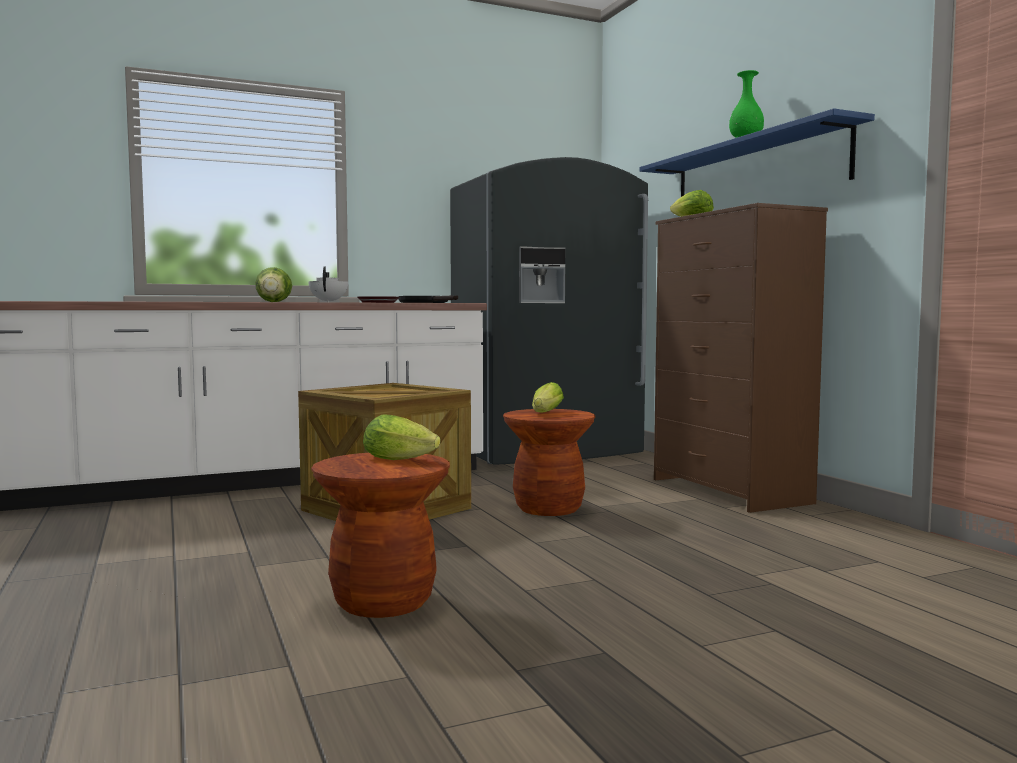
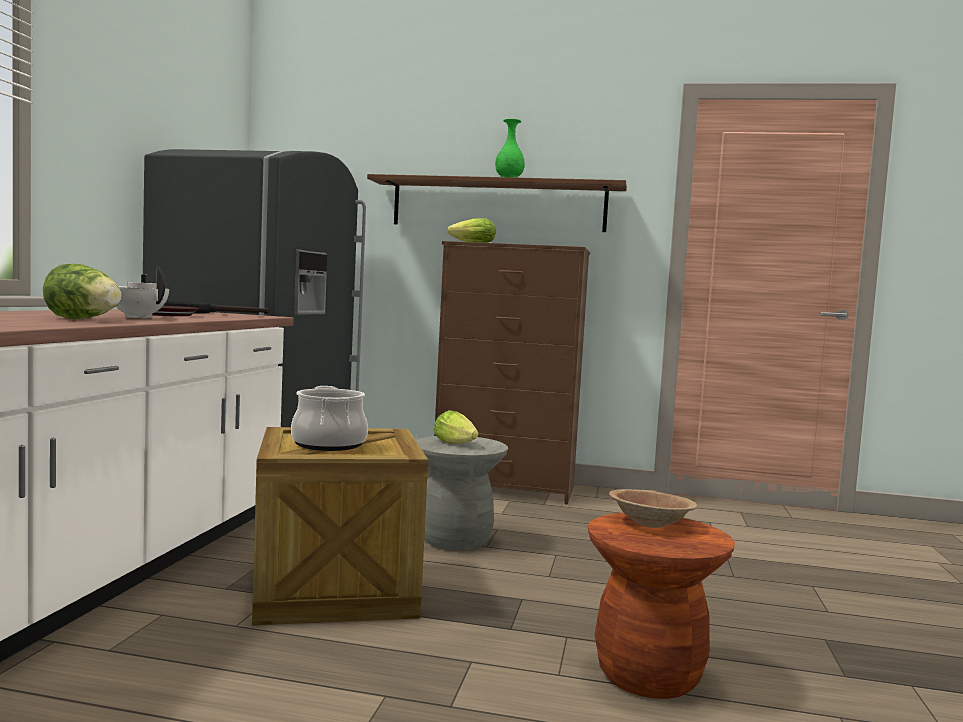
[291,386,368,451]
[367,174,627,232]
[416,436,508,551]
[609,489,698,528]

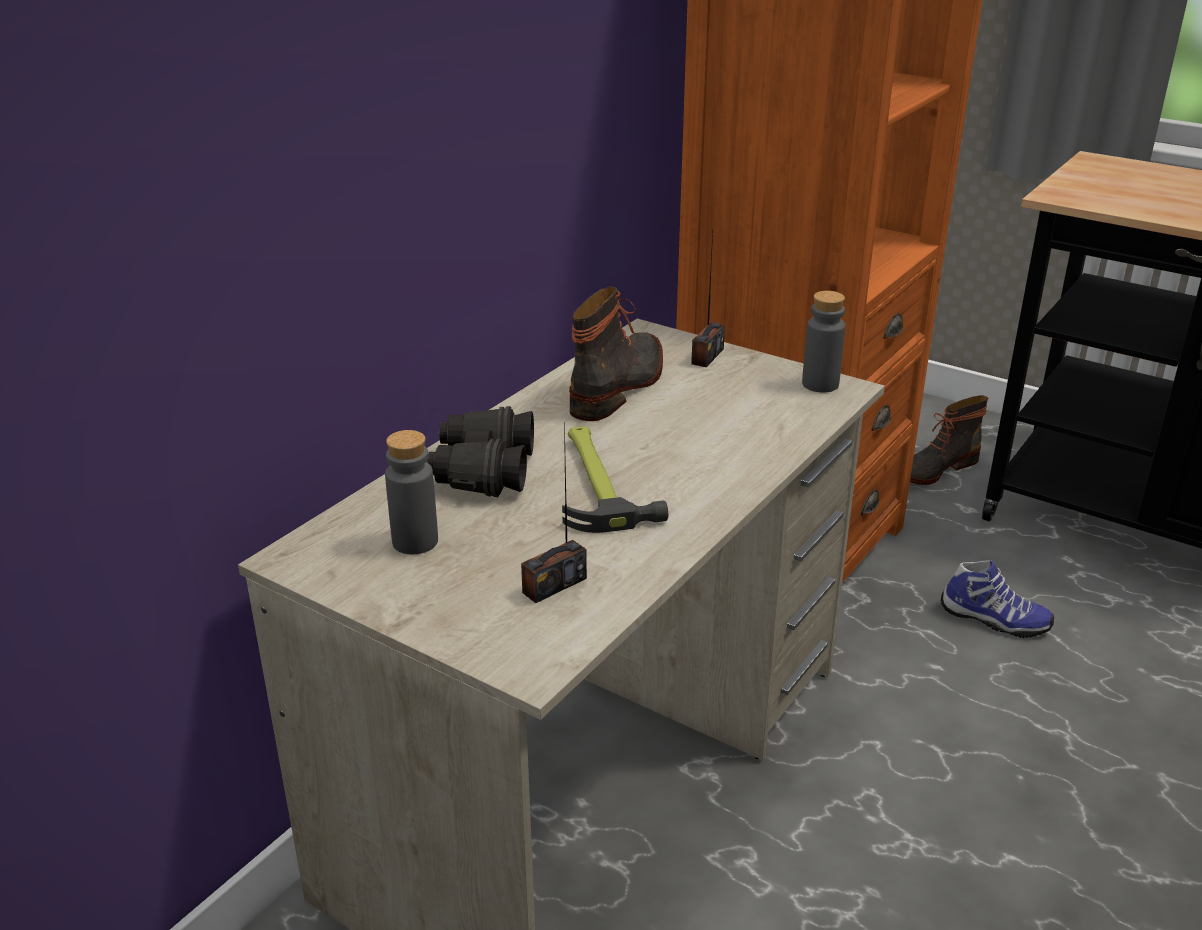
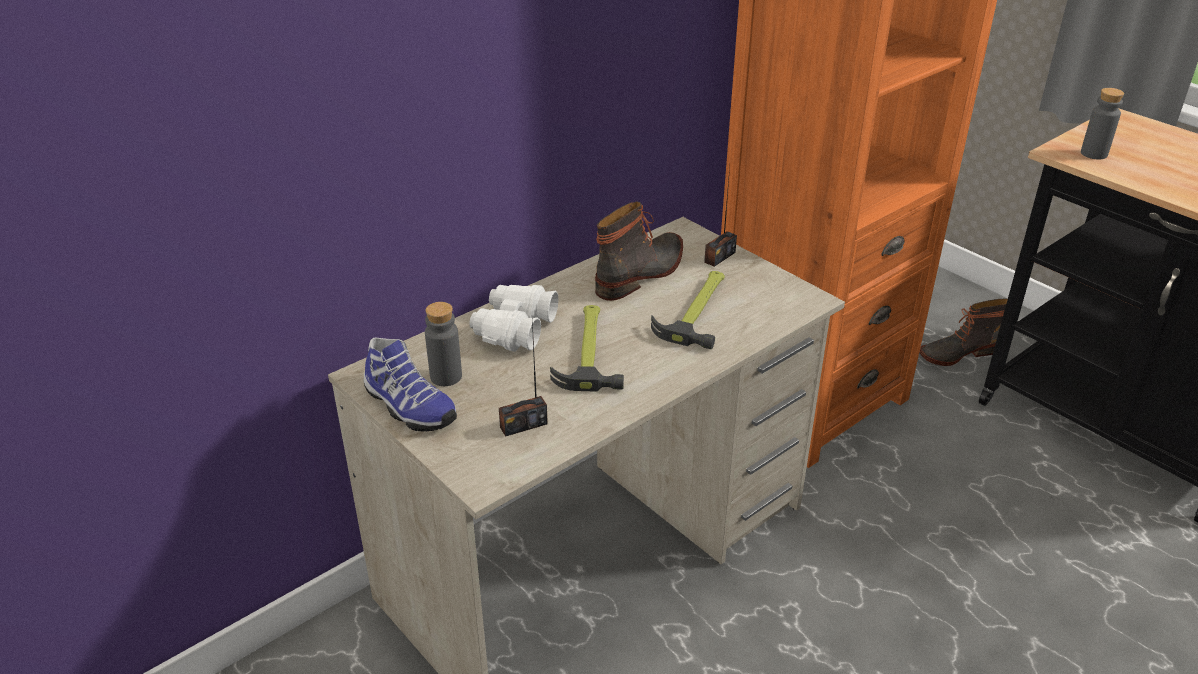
[364,337,457,432]
[469,285,558,352]
[651,271,725,349]
[1081,88,1124,159]

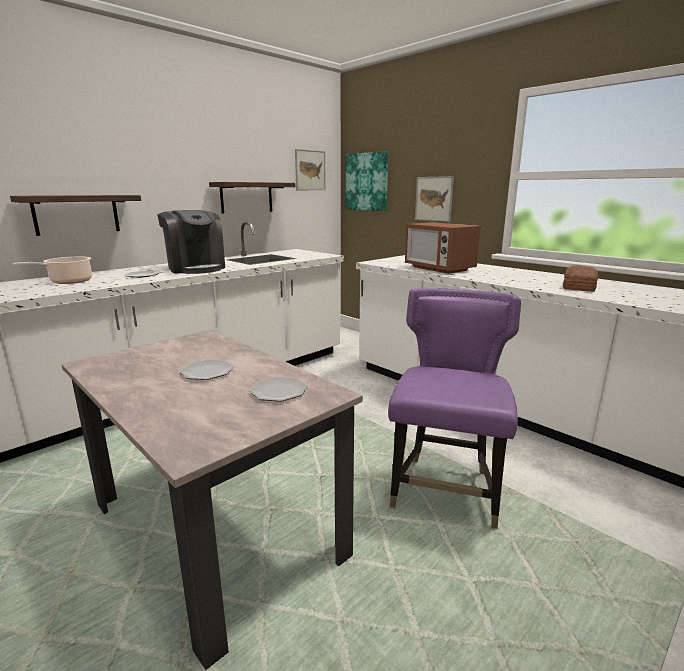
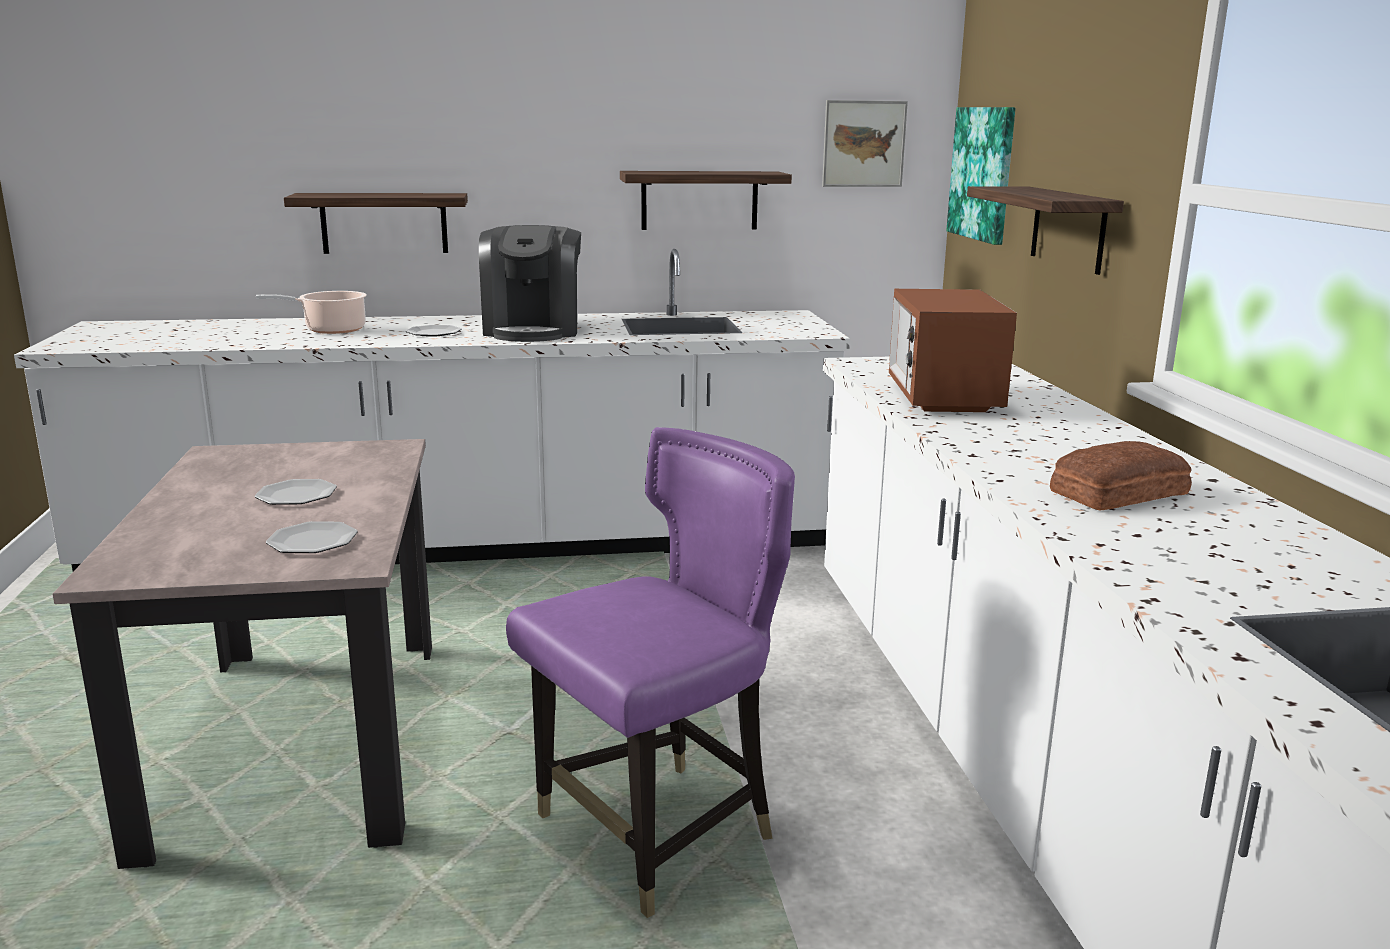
[967,186,1124,275]

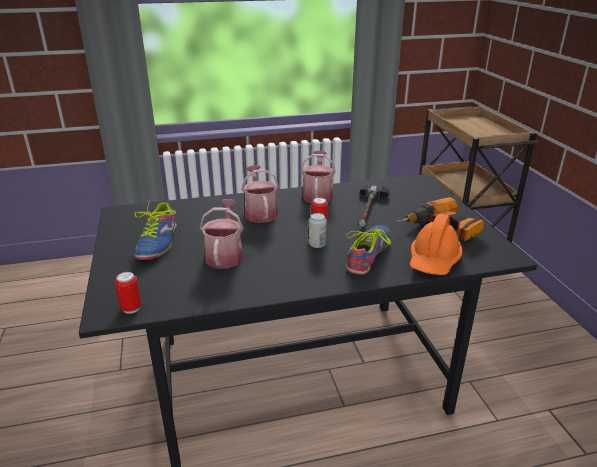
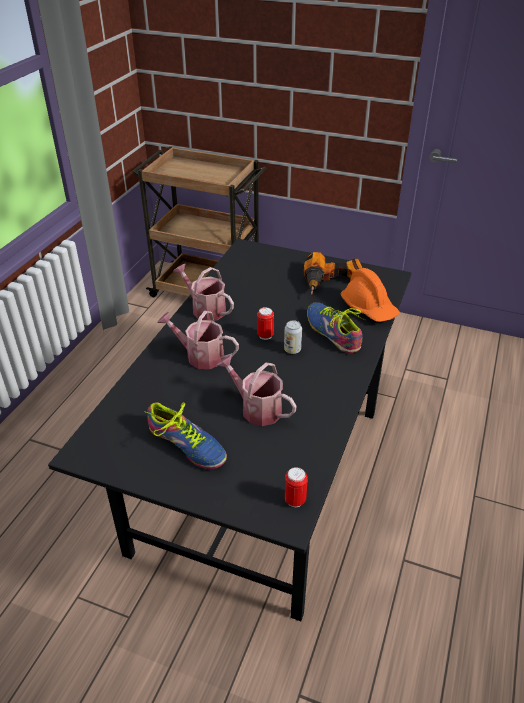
[359,185,390,227] (first image)

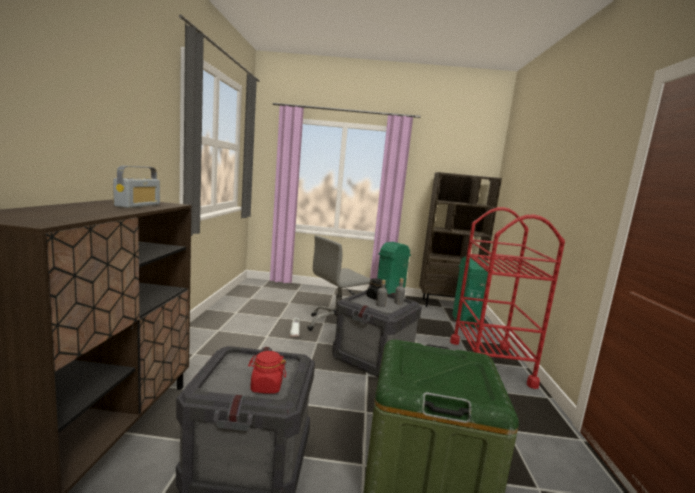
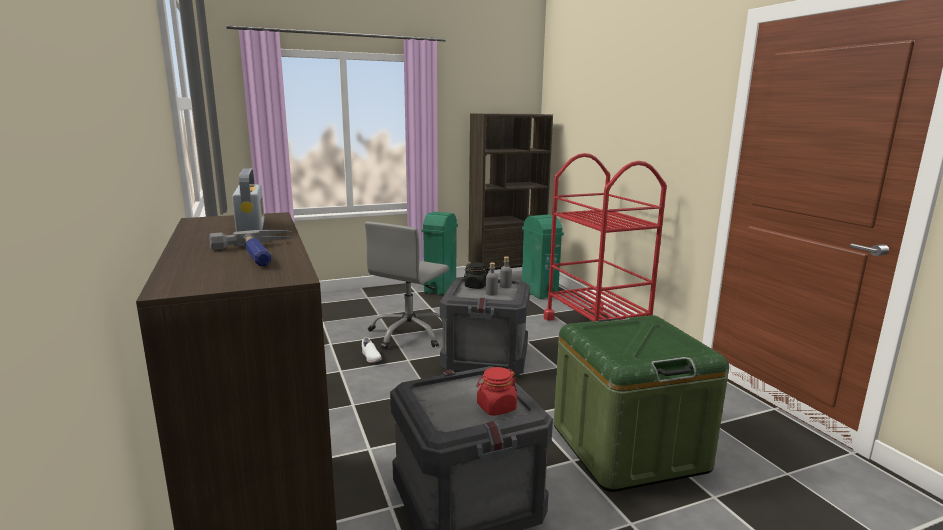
[209,230,293,266]

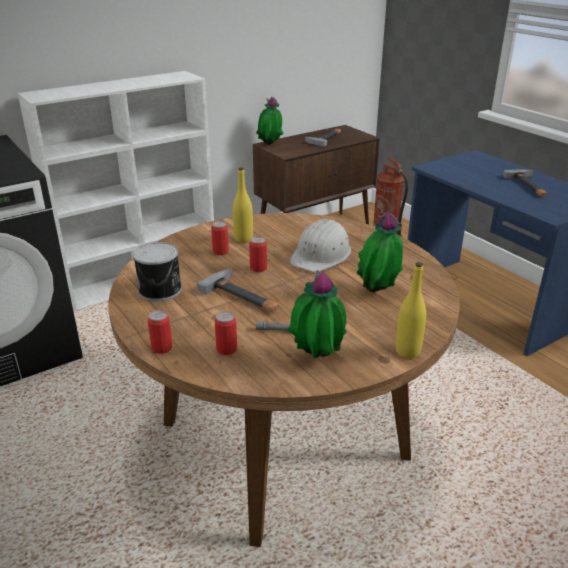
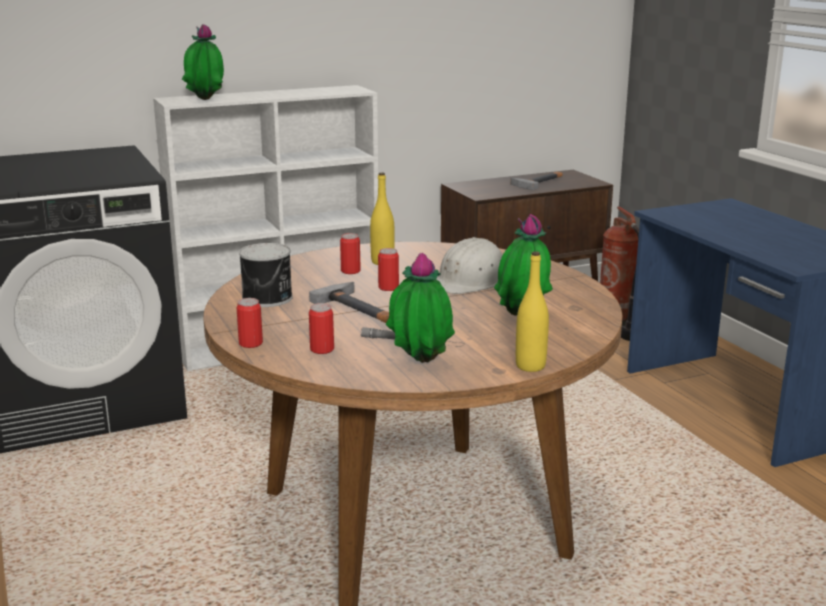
[182,24,224,100]
[503,169,547,197] (first image)

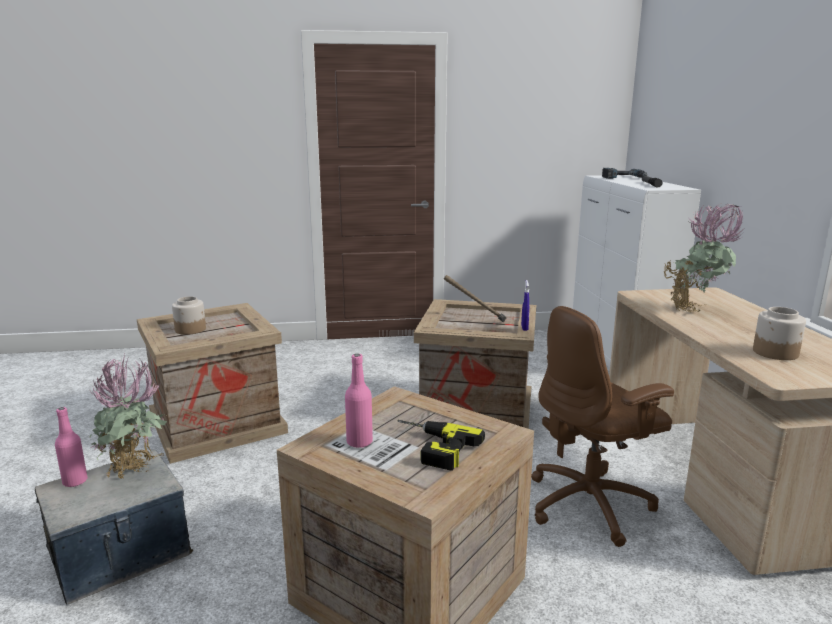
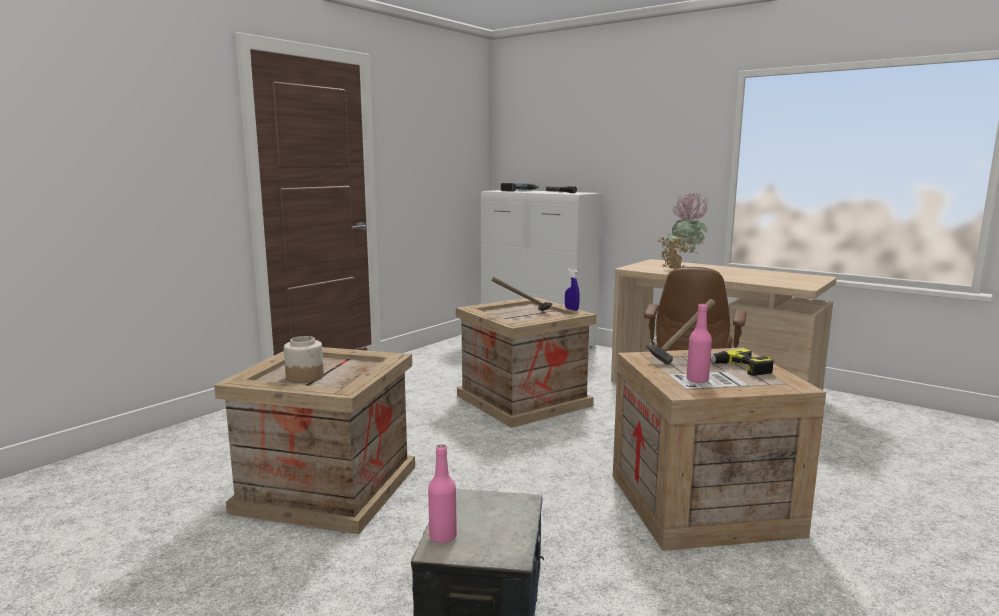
[646,299,716,365]
[90,354,167,479] (first image)
[753,307,806,360] (first image)

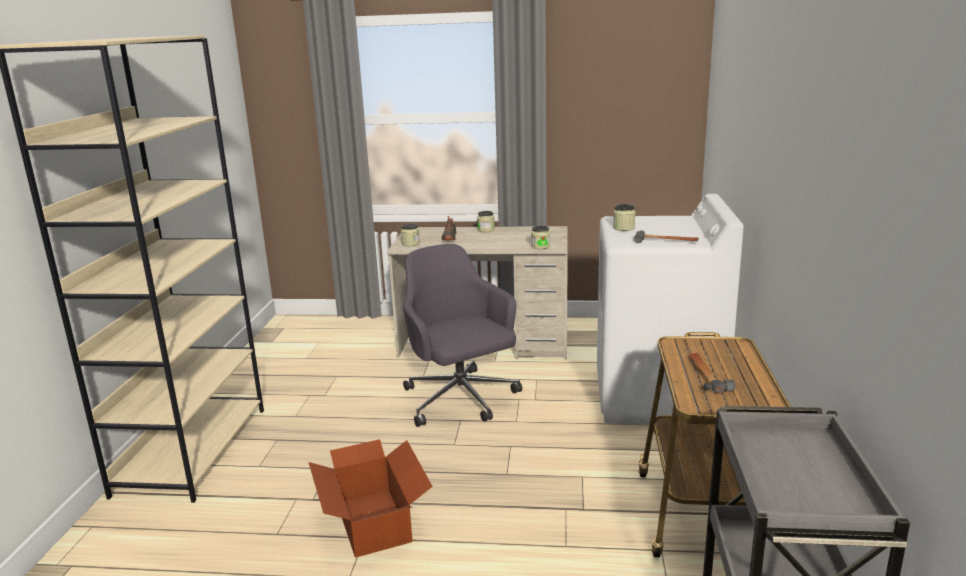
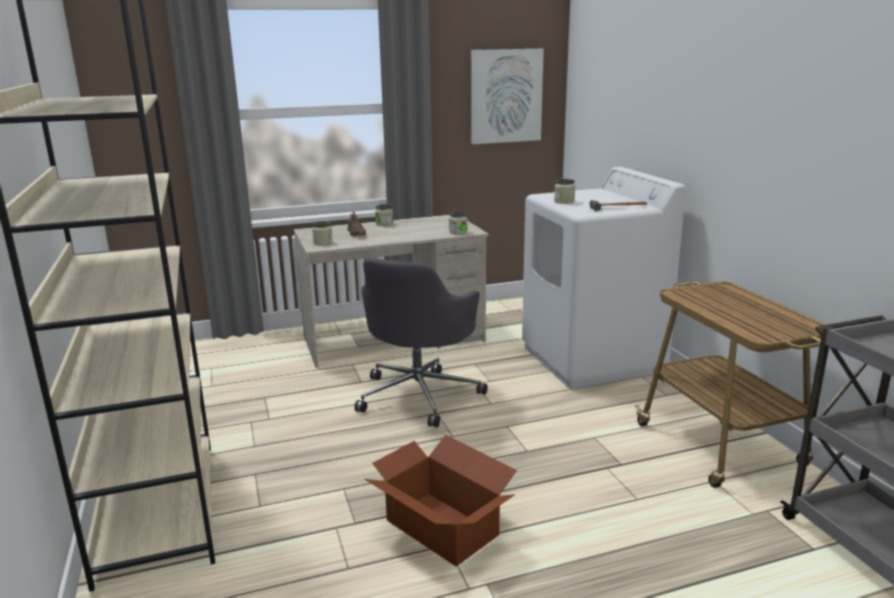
[355,258,488,427]
[471,49,544,144]
[689,353,735,393] (first image)

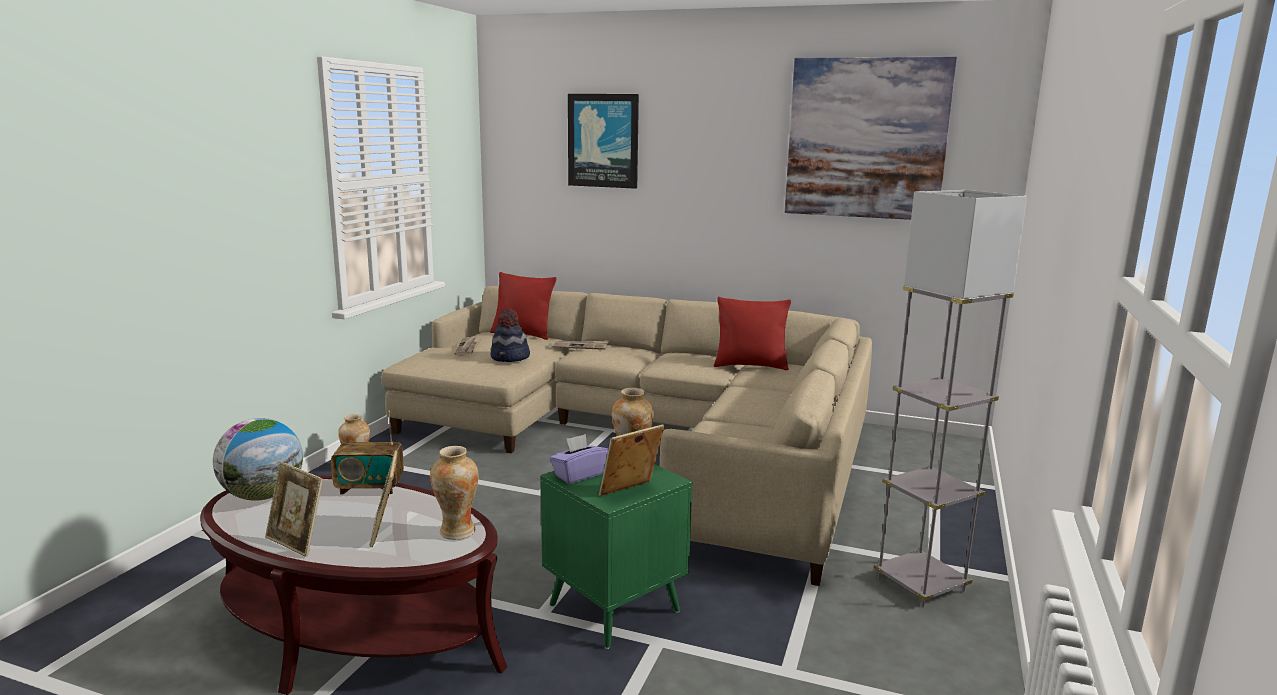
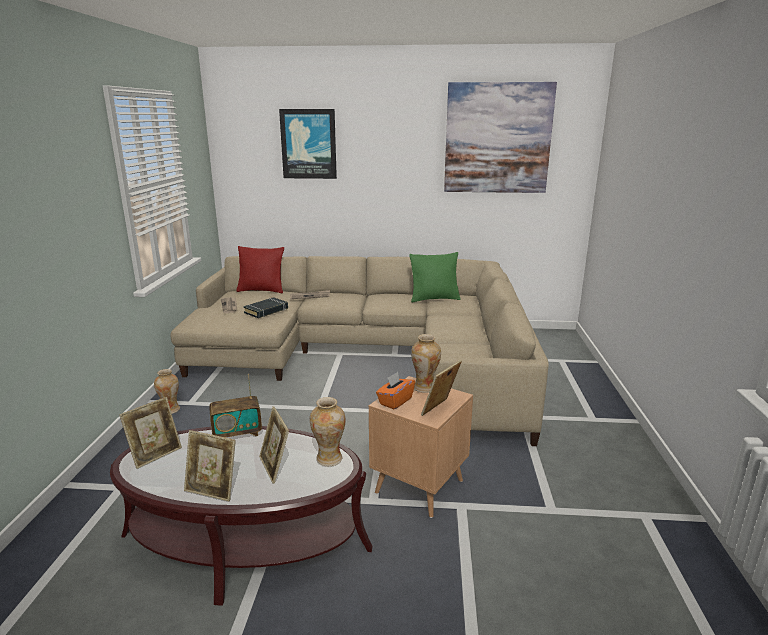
[120,397,182,469]
[243,297,288,318]
[369,376,473,518]
[376,372,415,409]
[409,252,461,302]
[874,190,1027,608] (first image)

